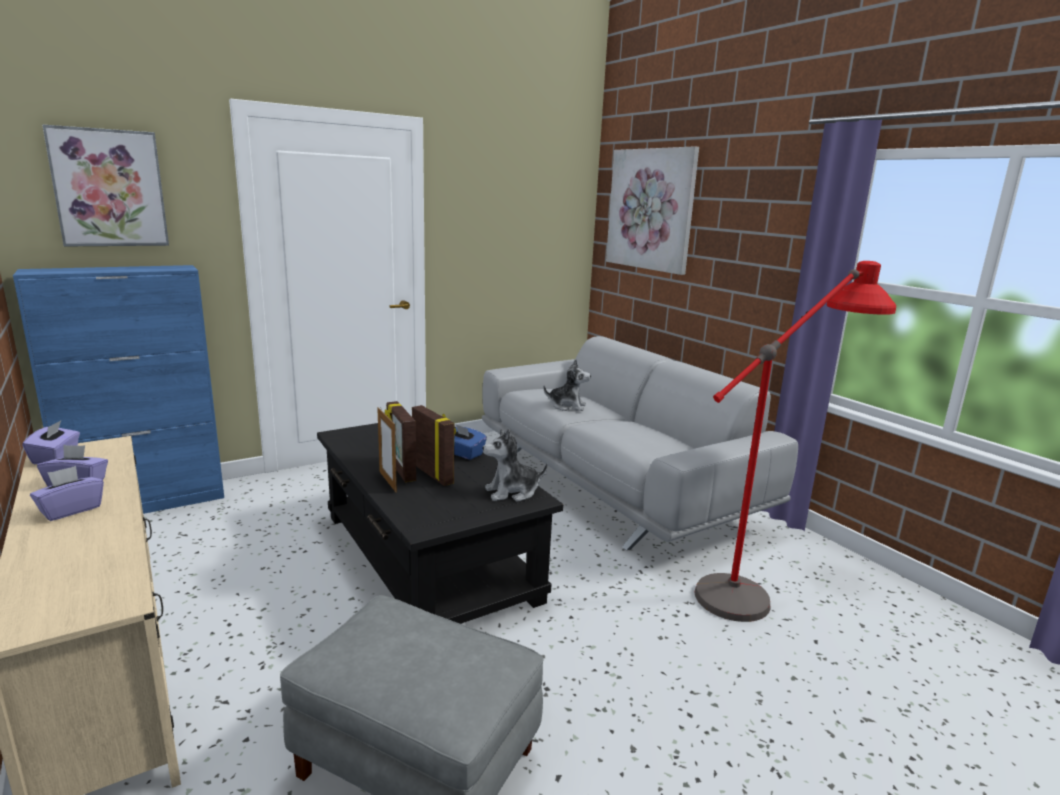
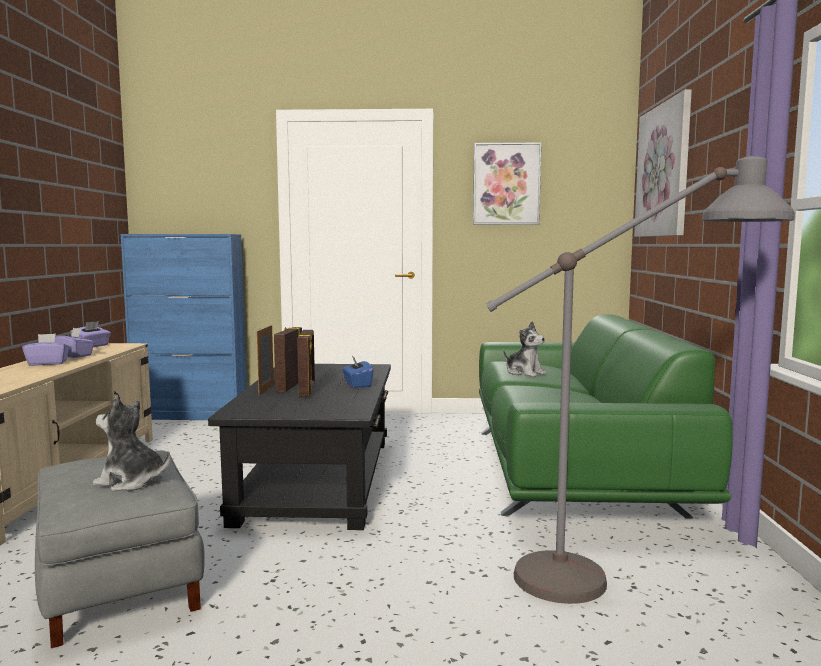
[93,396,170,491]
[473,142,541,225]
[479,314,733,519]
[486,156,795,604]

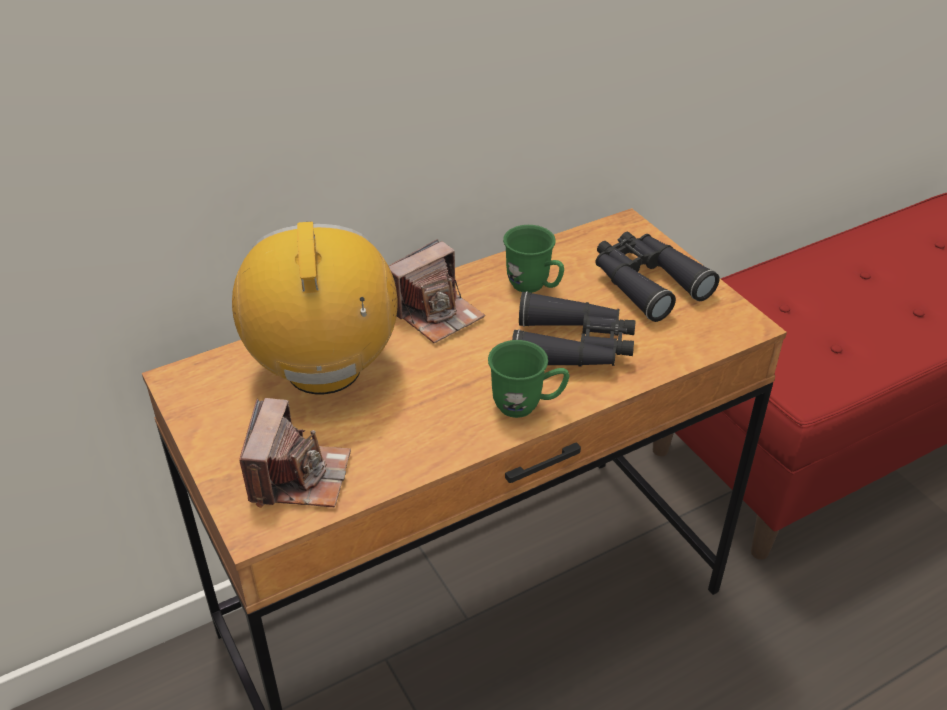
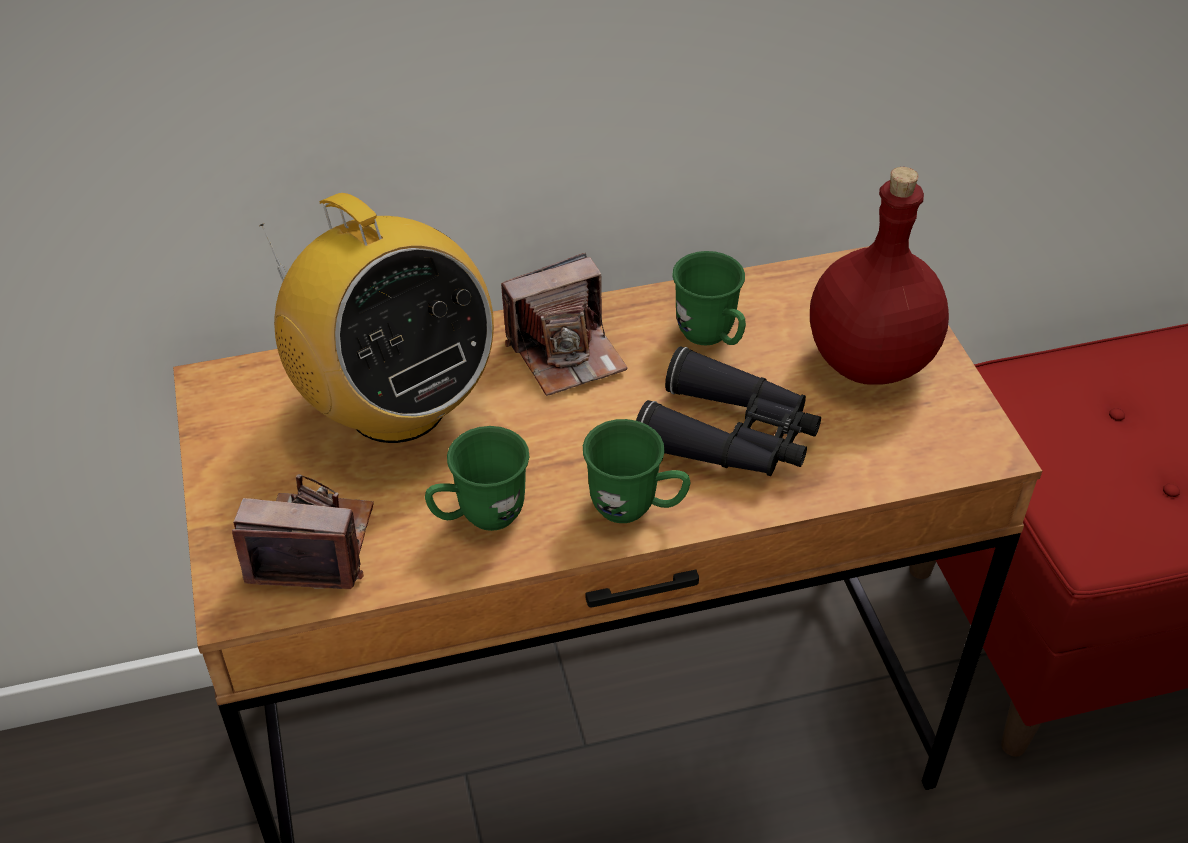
[232,474,374,589]
[259,193,494,443]
[425,426,529,531]
[810,167,949,385]

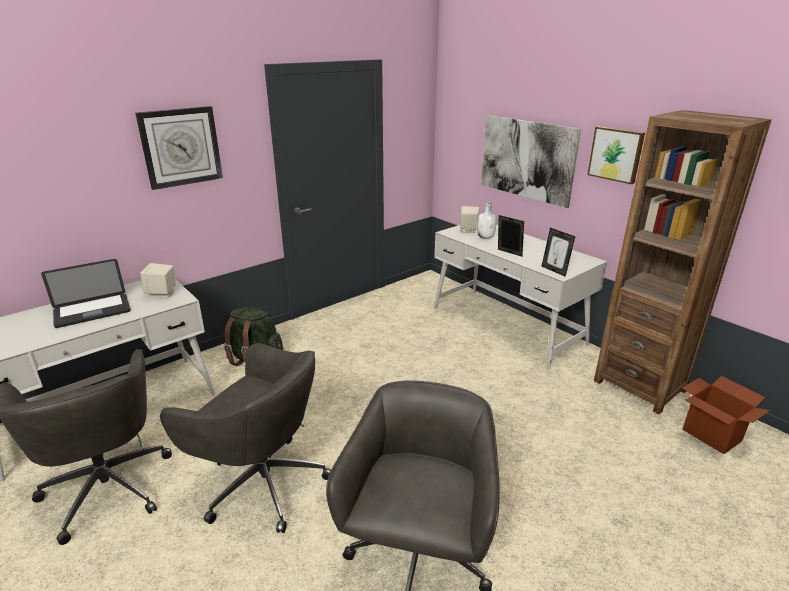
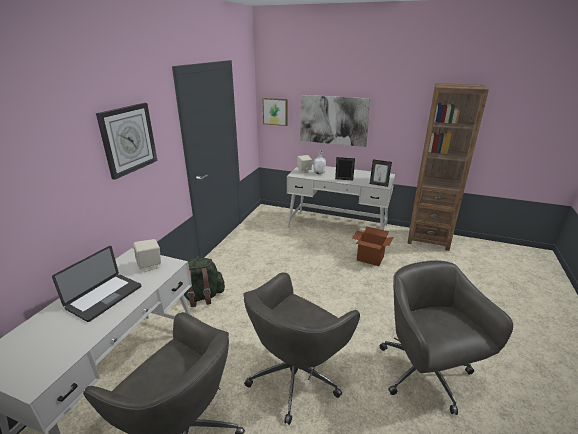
[243,272,360,425]
[262,98,288,126]
[352,226,393,266]

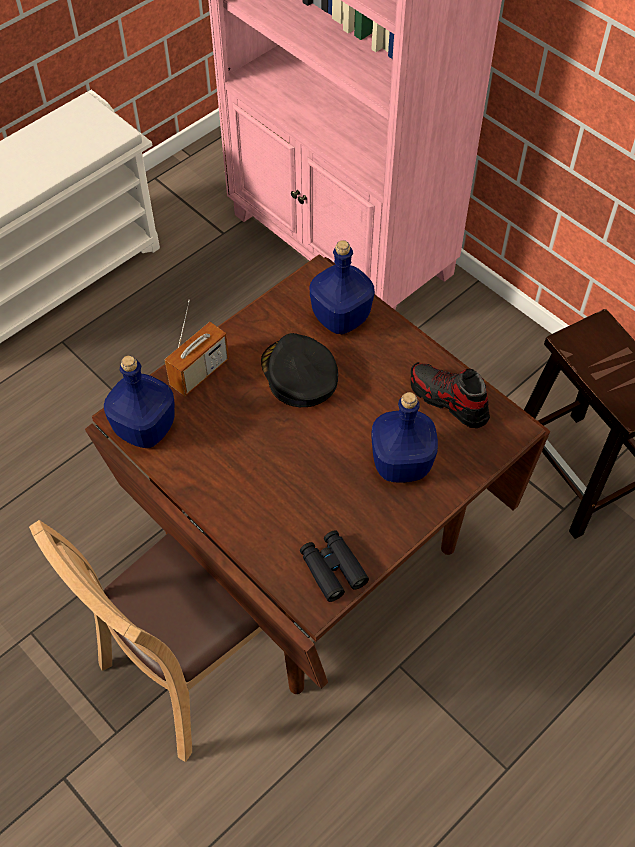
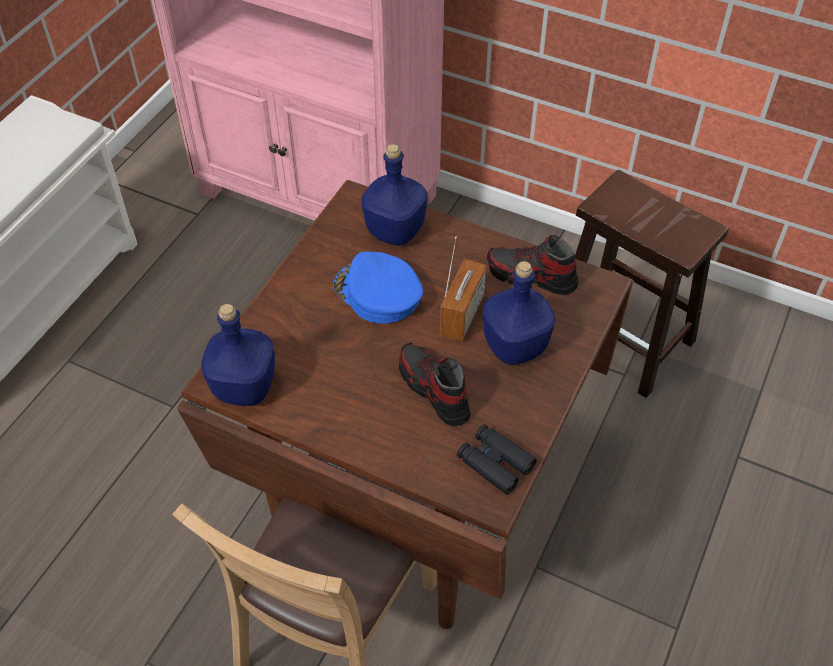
[333,252,423,324]
[399,343,471,426]
[440,236,487,342]

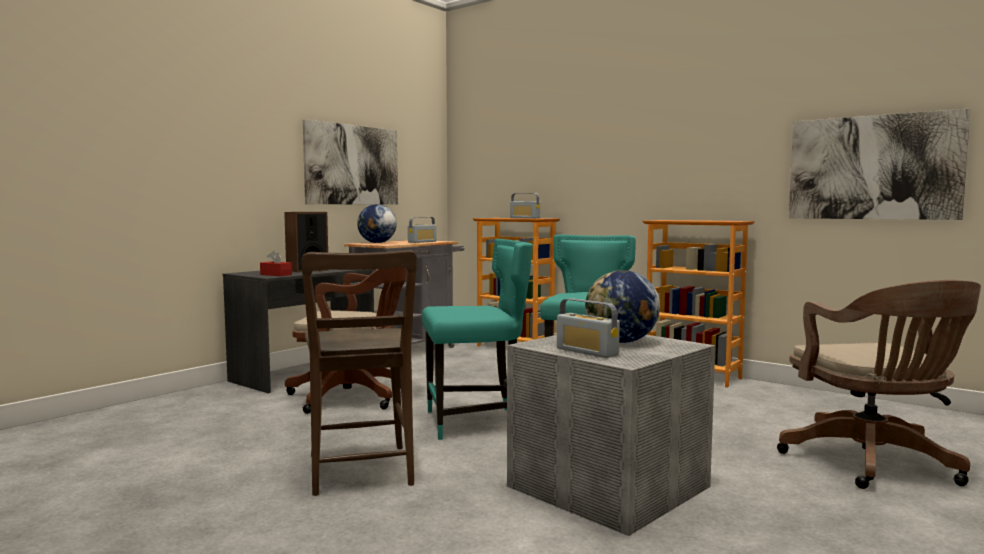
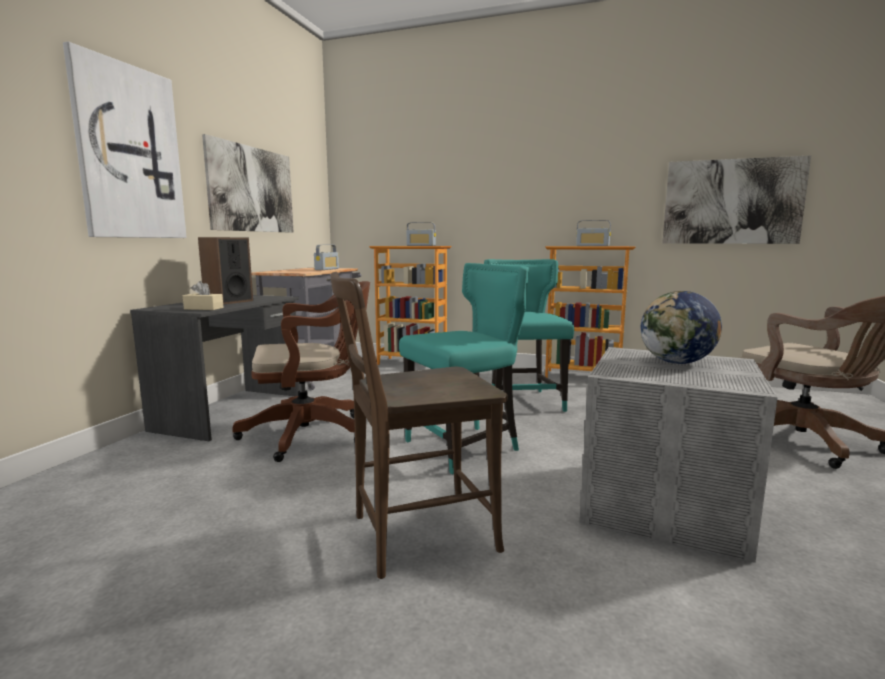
[63,42,187,238]
[183,281,224,310]
[331,272,507,579]
[576,220,611,246]
[357,204,397,243] (first image)

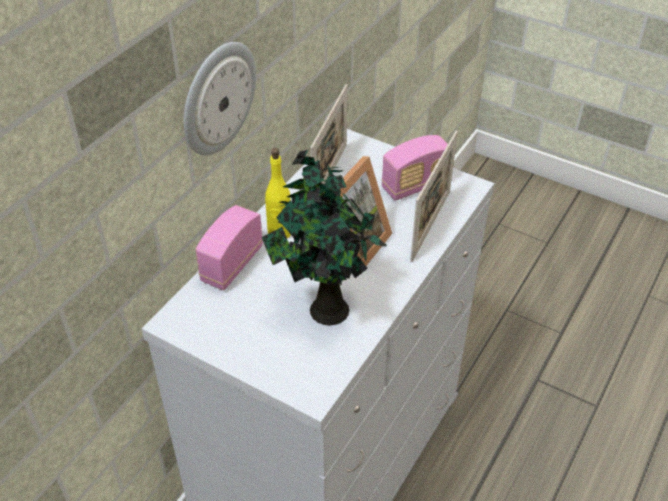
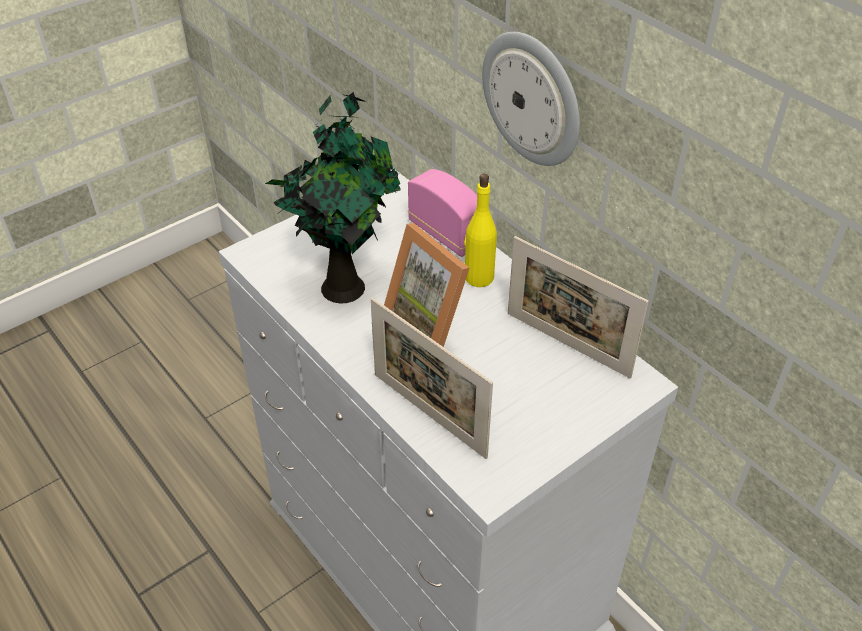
[381,135,448,201] (first image)

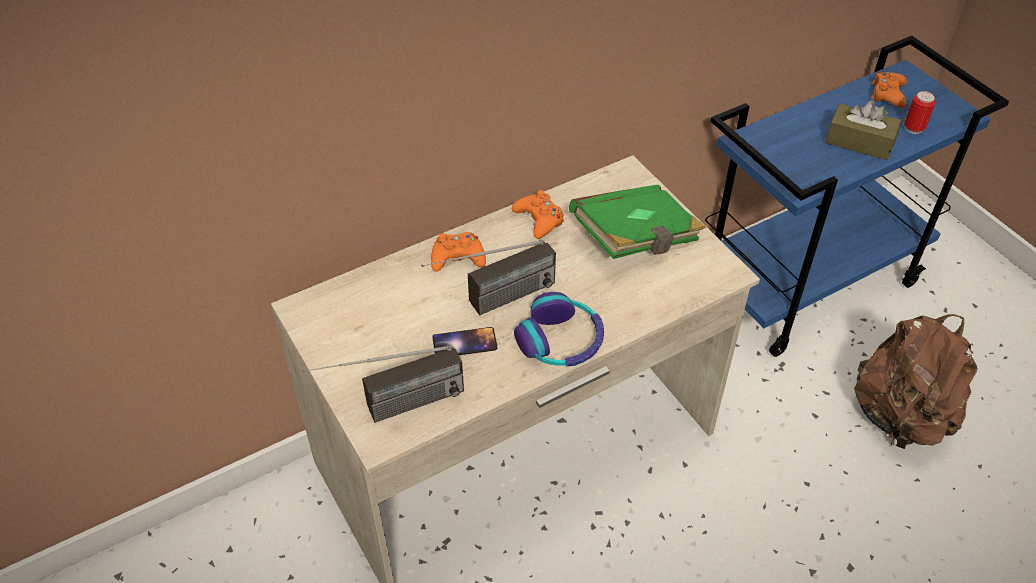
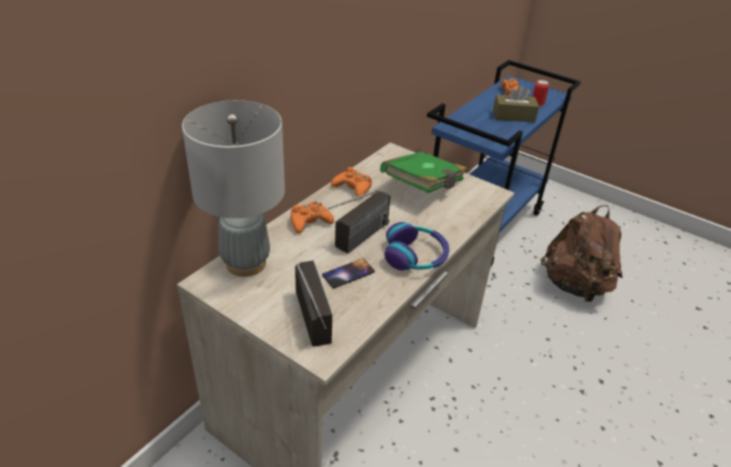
[182,100,285,277]
[295,260,333,347]

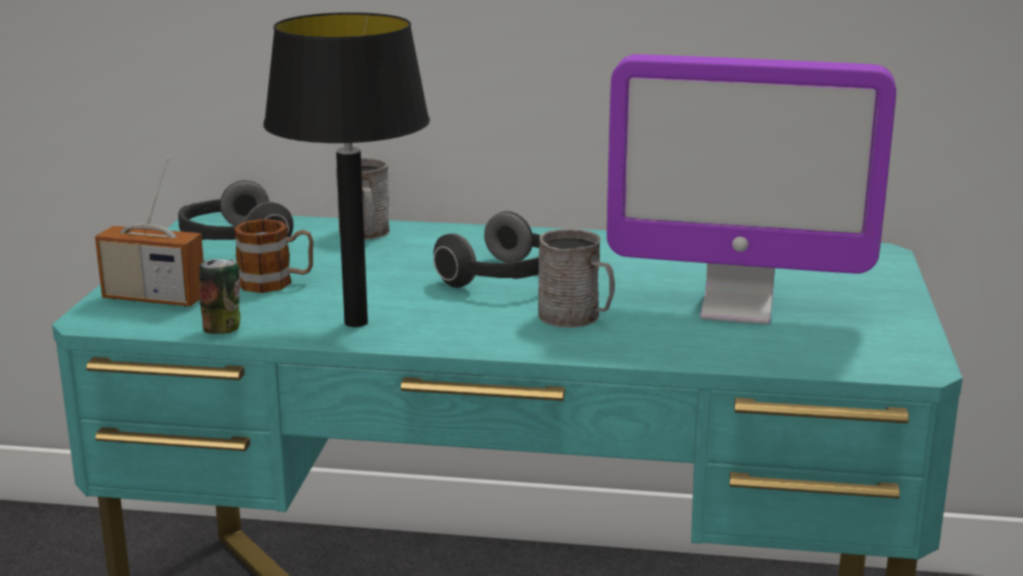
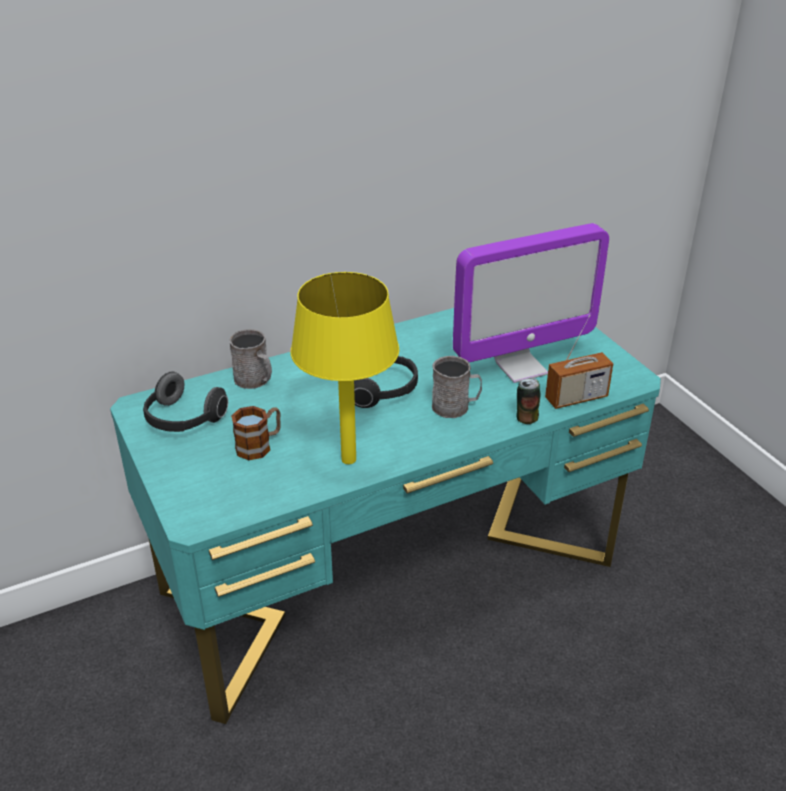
[291,272,399,464]
[516,378,540,424]
[545,315,613,409]

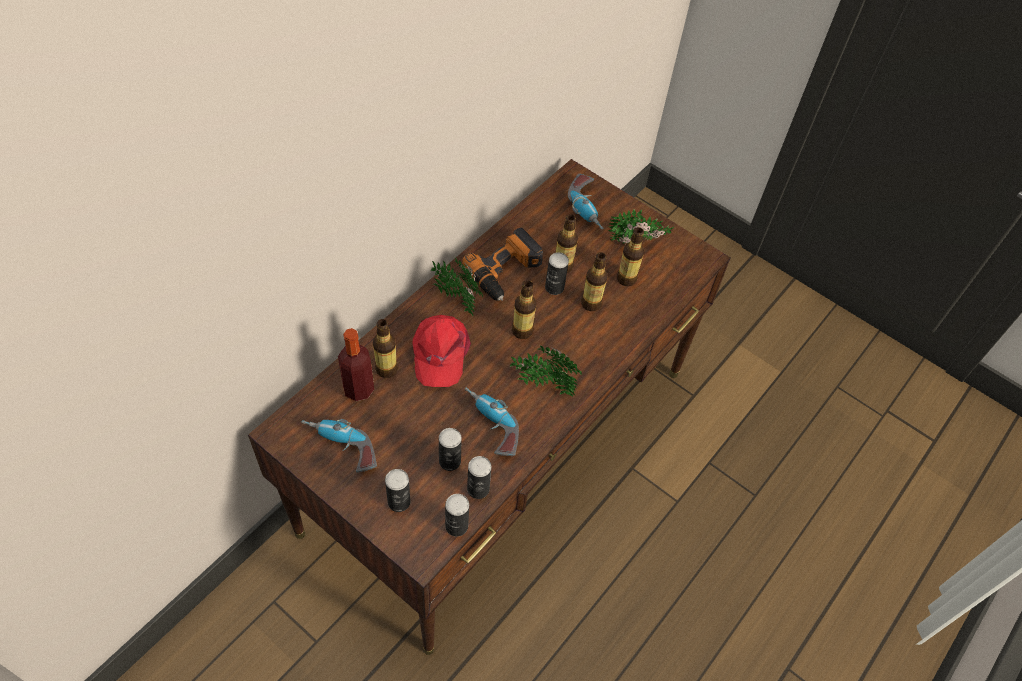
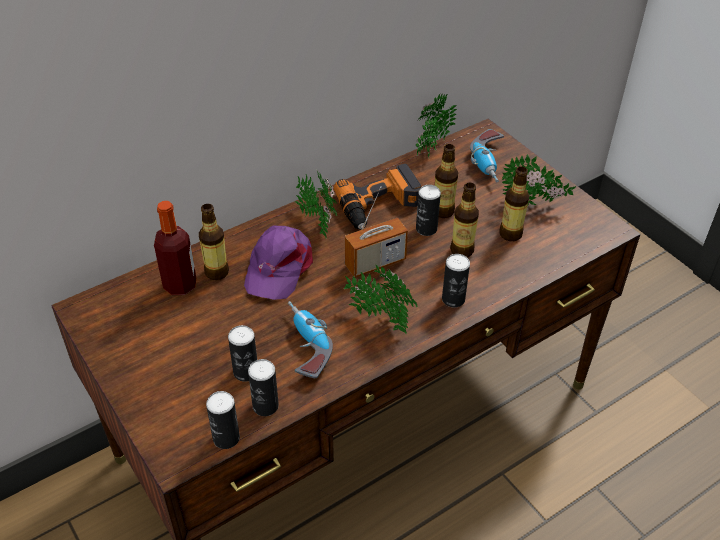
[244,226,313,300]
[345,186,408,277]
[416,93,457,159]
[442,254,470,307]
[302,419,377,473] (first image)

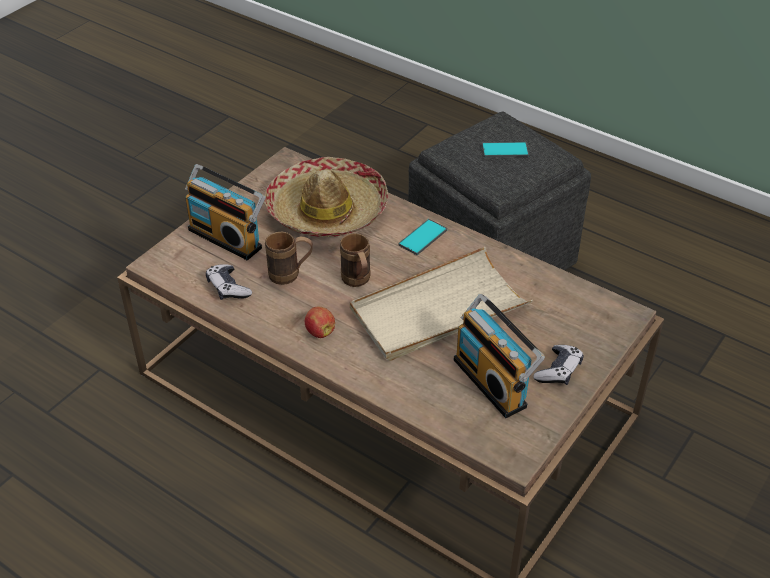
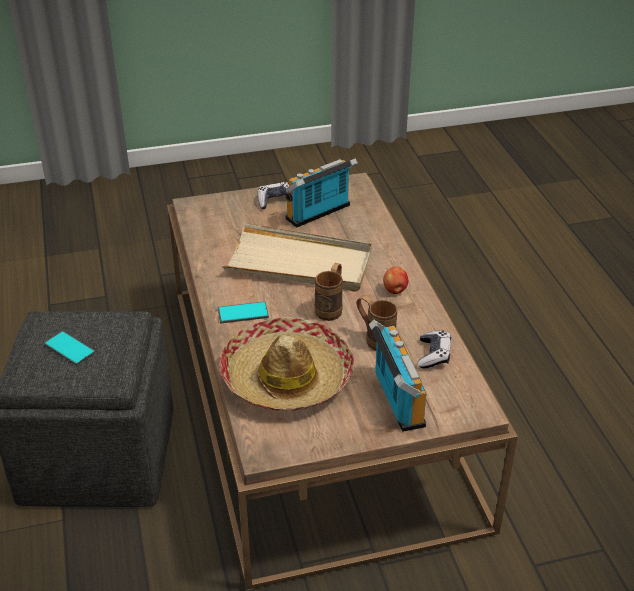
[285,158,358,228]

